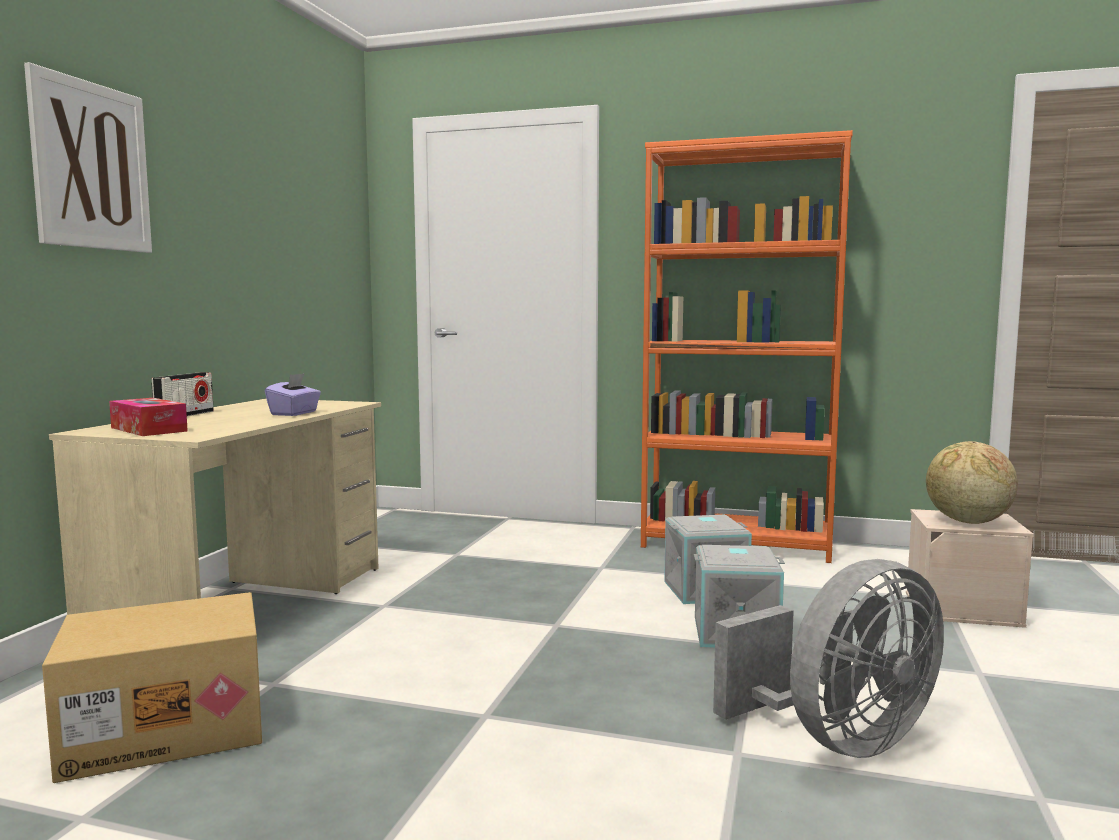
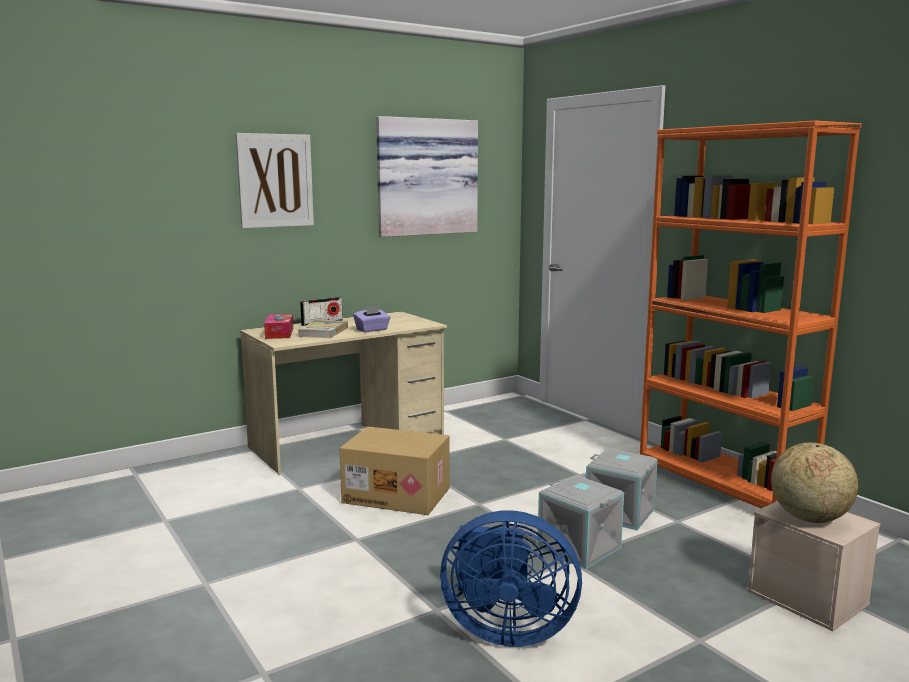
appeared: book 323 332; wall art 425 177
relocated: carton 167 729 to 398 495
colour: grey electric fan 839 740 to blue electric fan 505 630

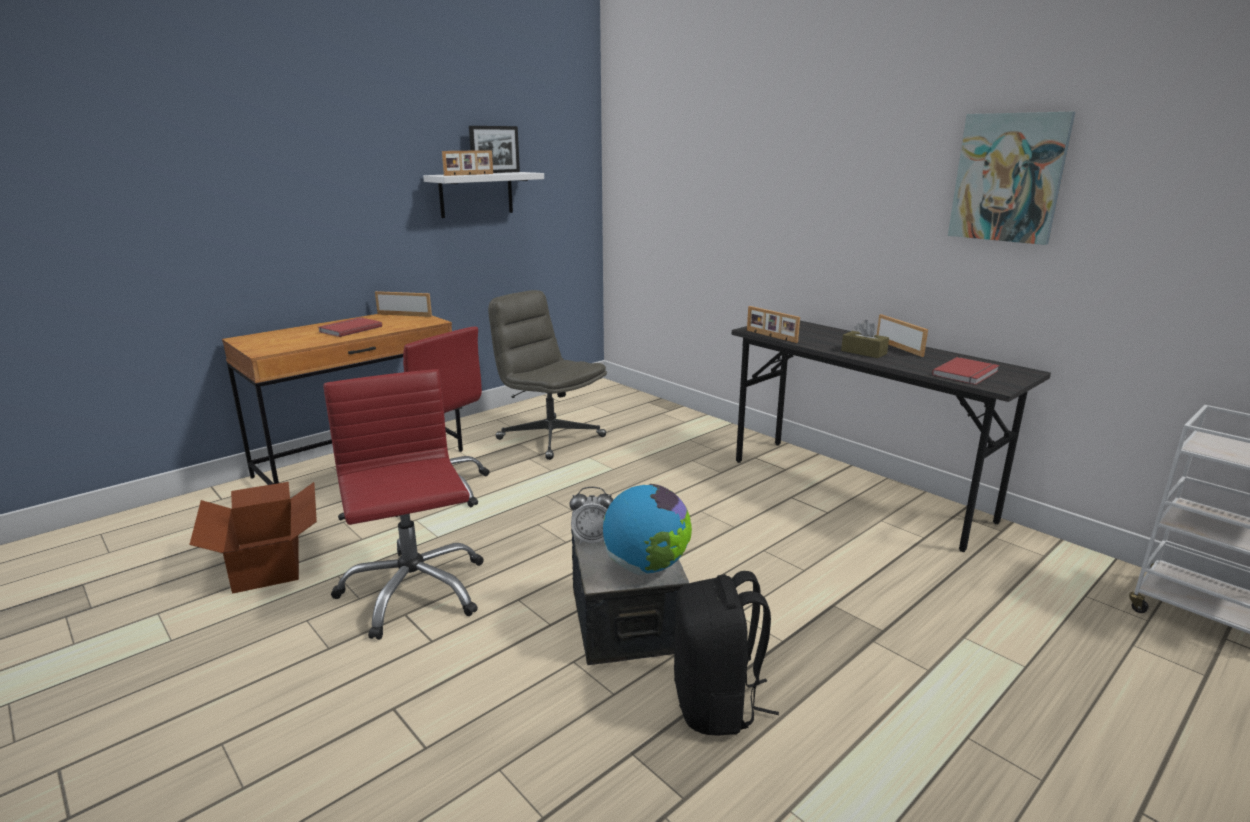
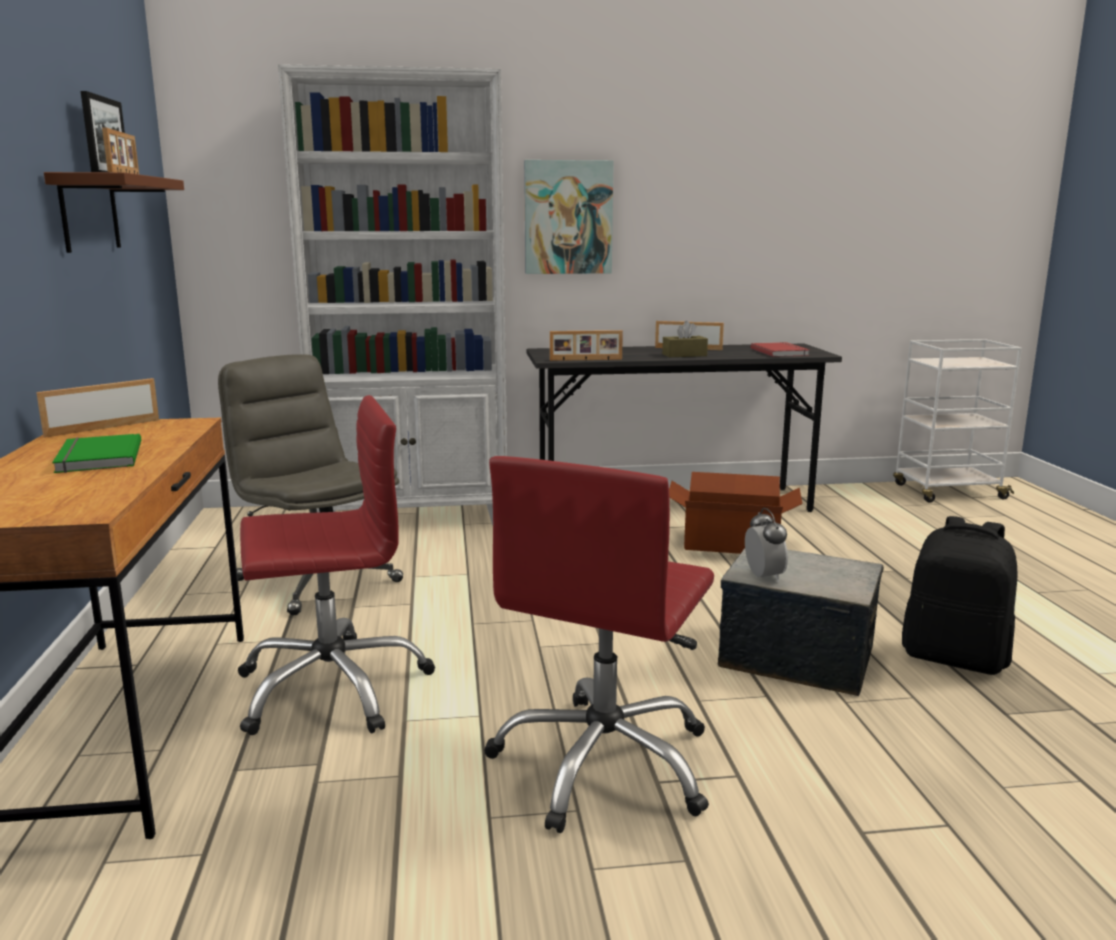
missing: world globe 646 567
appeared: whitish shelving unit 415 515
relocated: carton 268 561 to 730 542; wall art 1008 178 to 568 217
colour: reddish book 349 329 to green-coloured book 96 458; whitish bracket shelf 476 194 to brown-coloured bracket shelf 89 213
spun: reddish computer chair 413 591 = 604 763 75 degrees counterclockwise; grey computer chair 550 437 = 316 580 60 degrees clockwise; alarm clock 592 540 = 763 577 45 degrees counterclockwise

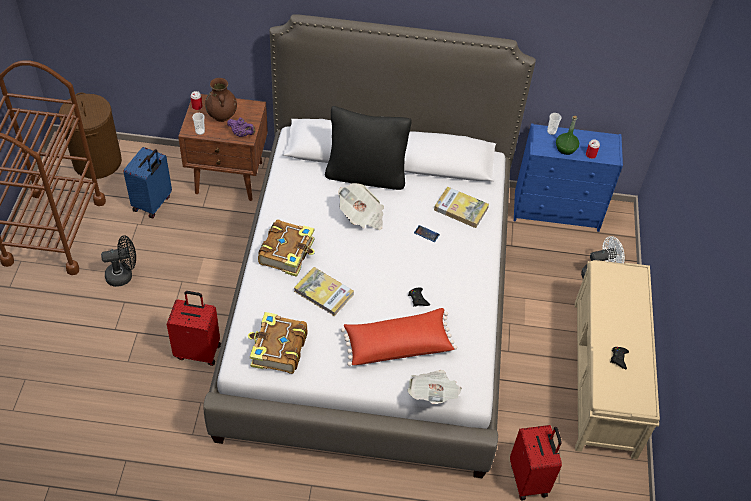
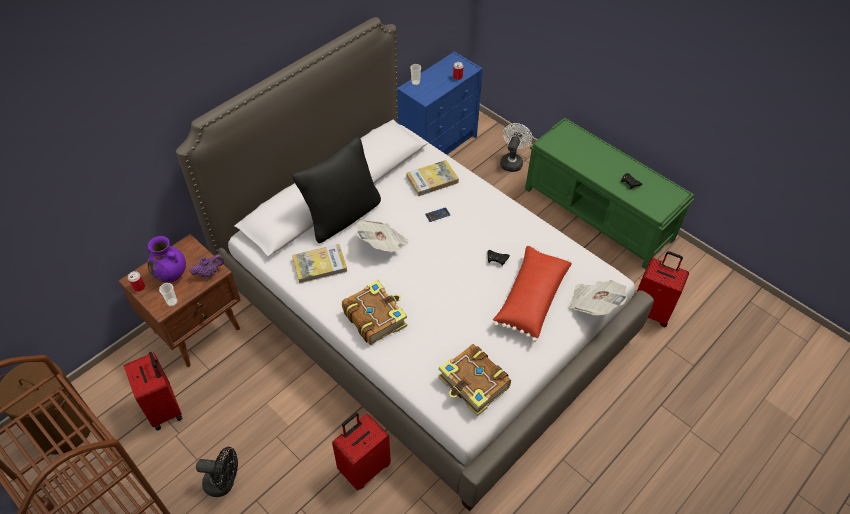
missing: green-coloured bottle 565 148
relocated: book 323 293 to 320 265
colour: blue piece of luggage 153 203 to reddish piece of luggage 165 408; brown-coloured flower vase 222 116 to purple flower vase 171 274; beige-coloured bench 604 378 to green-coloured bench 598 214
spun: black electric fan 123 275 = 224 483 75 degrees clockwise

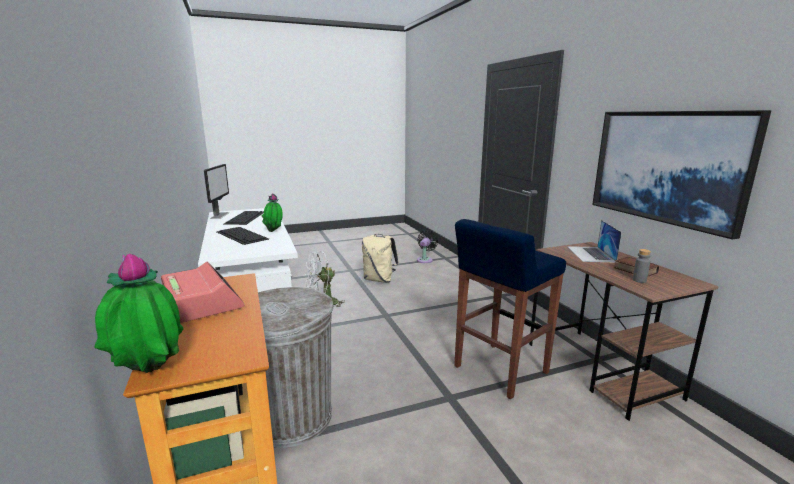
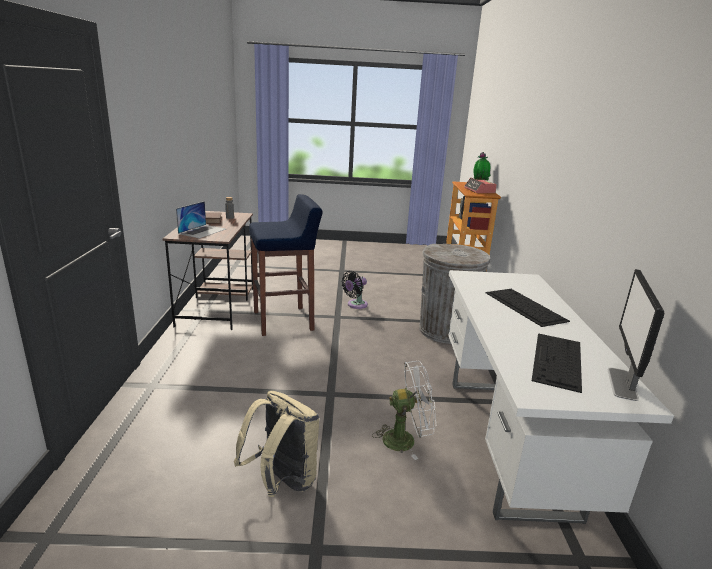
missing: houseplant 274 231; wall art 667 166
relocated: black electric fan 425 259 to 355 305

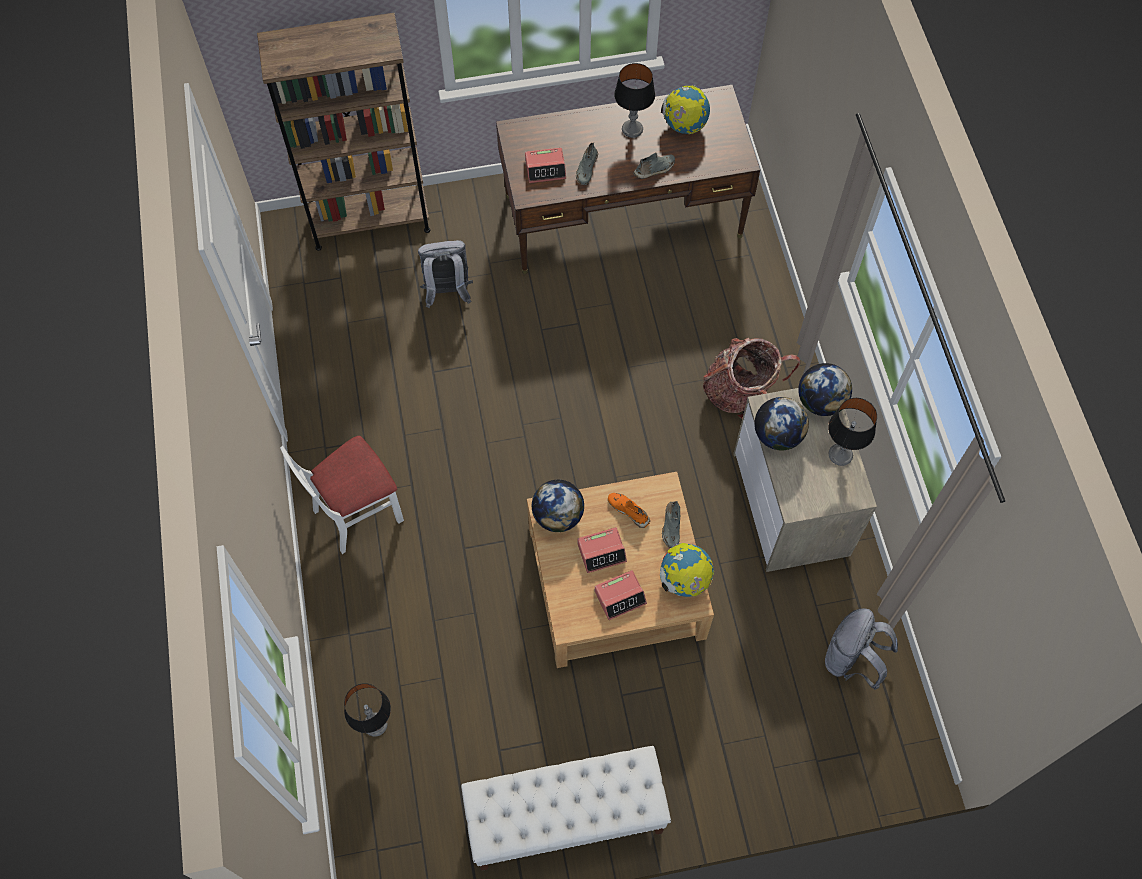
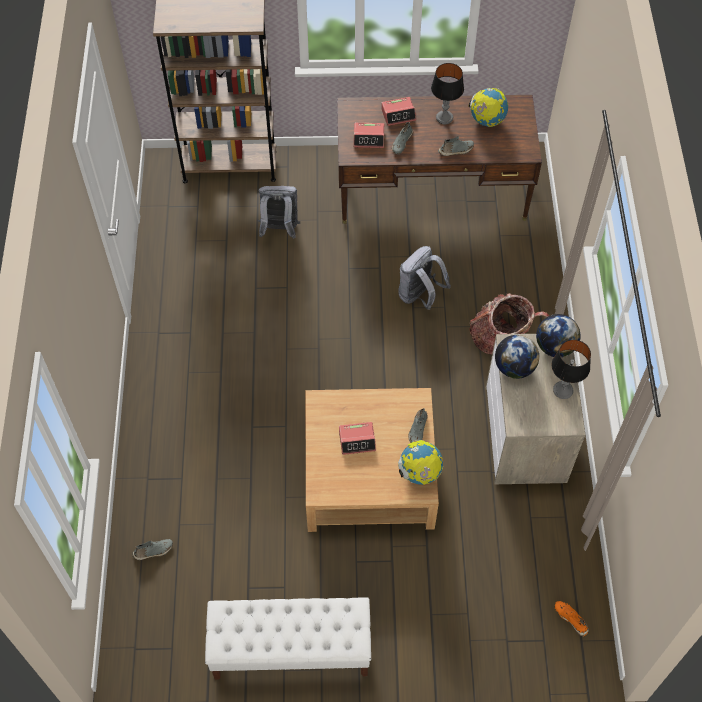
missing: whitish upright chair 357 513; world globe 558 516
relocated: alarm clock 620 597 to 398 114; orange item of footwear 629 510 to 571 618; grey rucksack 851 660 to 419 296
exchanged: tabletop lamp 375 724 to grey item of footwear 153 551

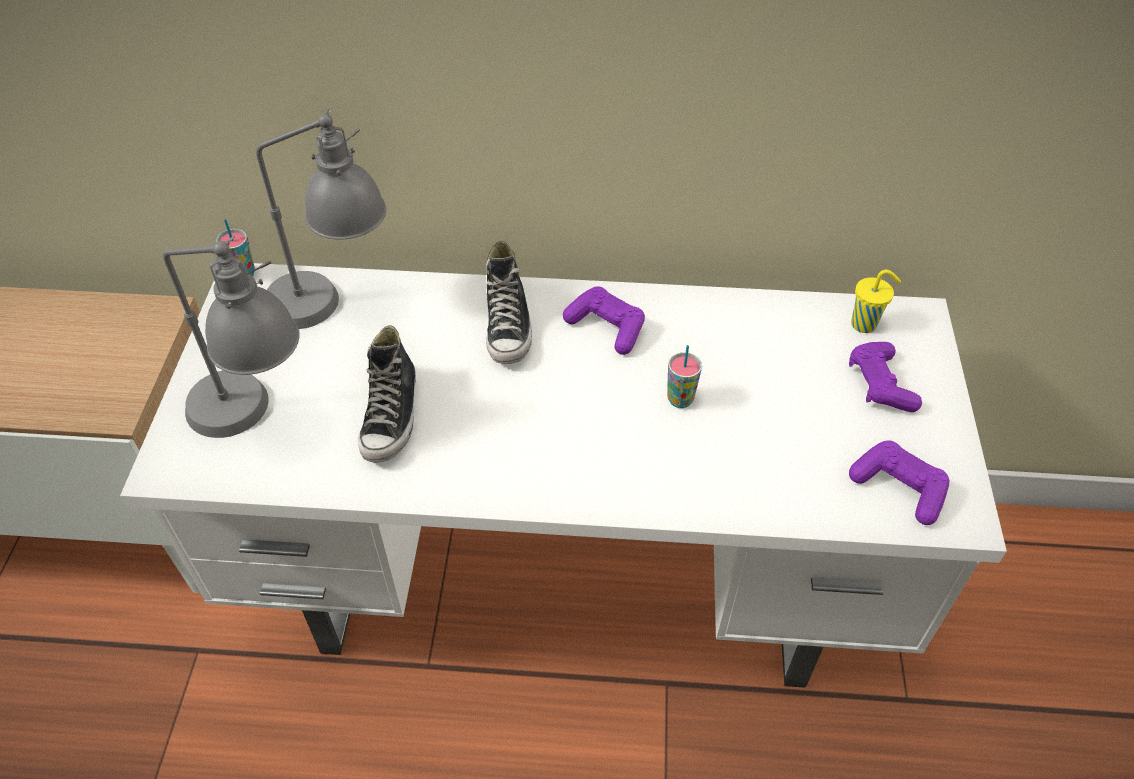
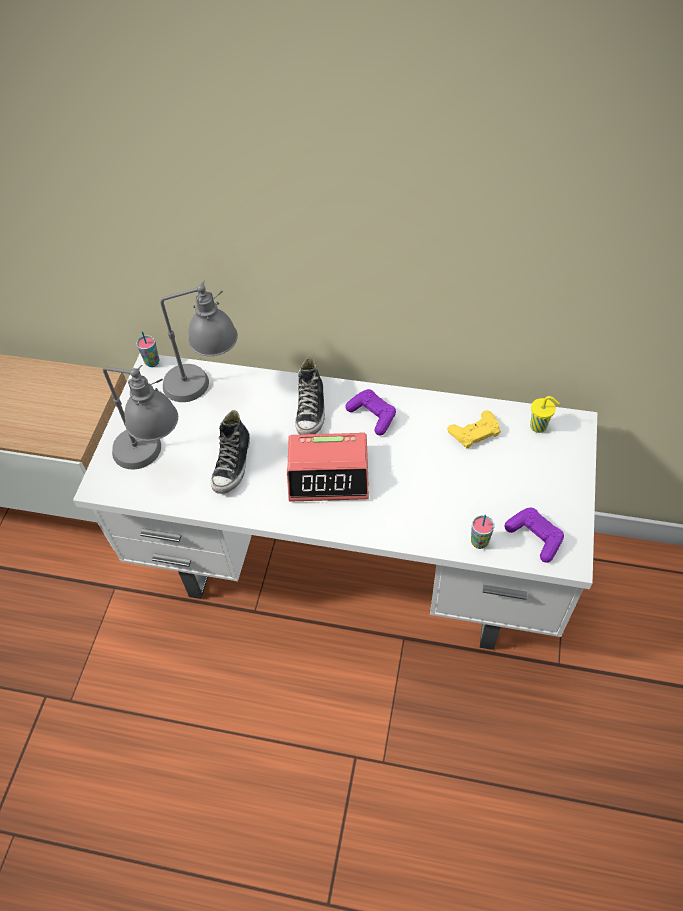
missing: purple game controller 880 384
appeared: alarm clock 329 474; yellowish game controller 474 432
relocated: drinking cup 680 399 to 479 542

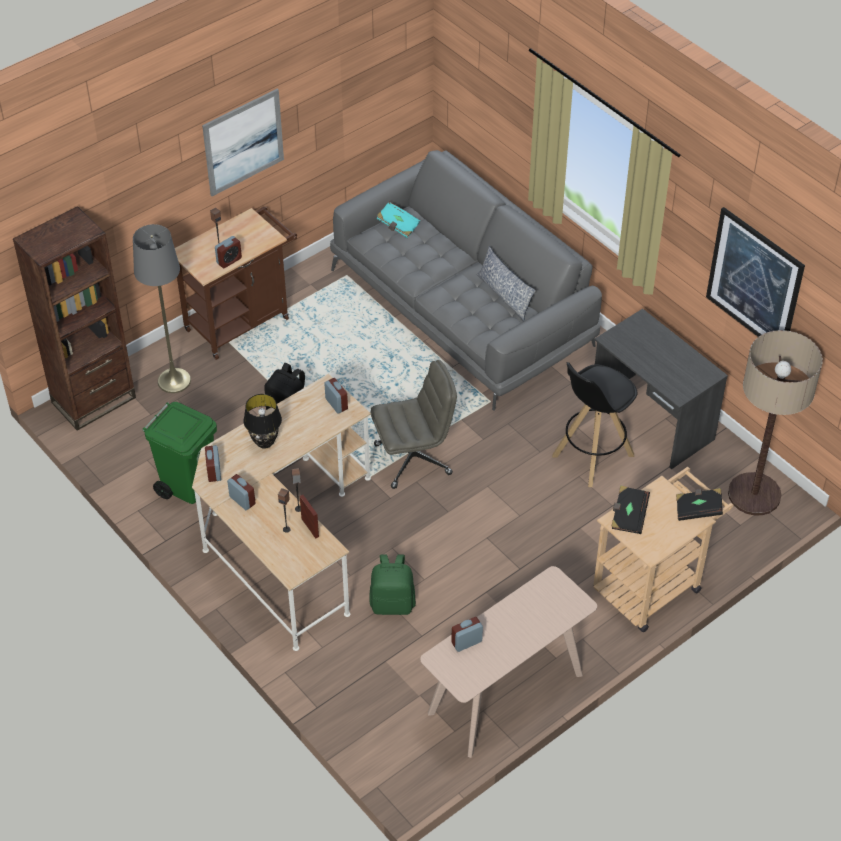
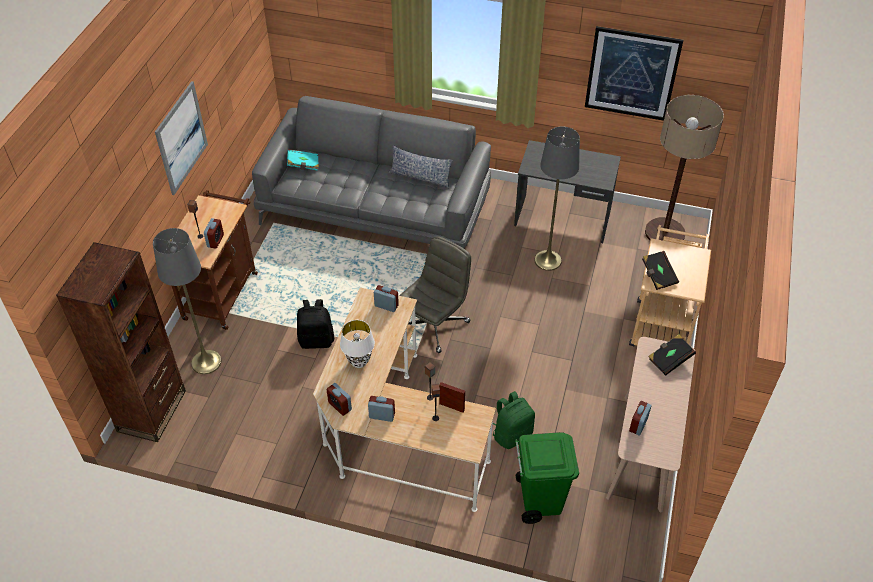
relocated: green-coloured trash can 188 485 to 539 499; black book 698 510 to 669 359
exchanged: black stool seat 592 456 to grey standing lamp 547 260
colour: black tabletop lamp 264 442 to whitish tabletop lamp 358 362

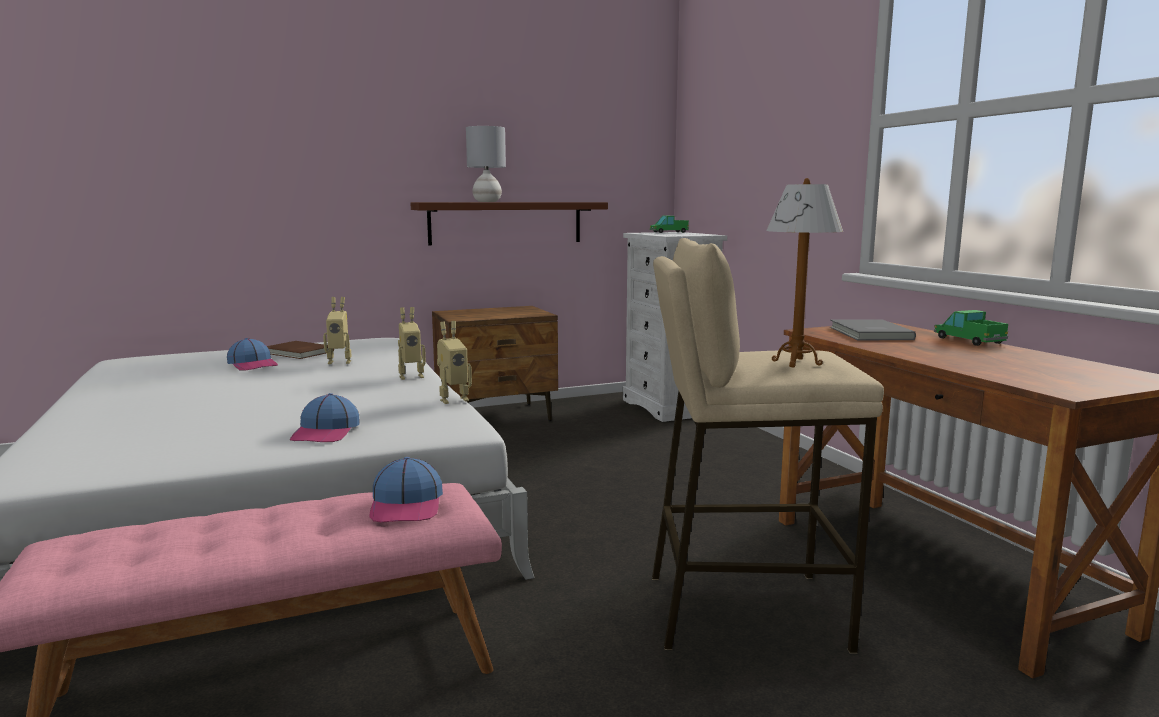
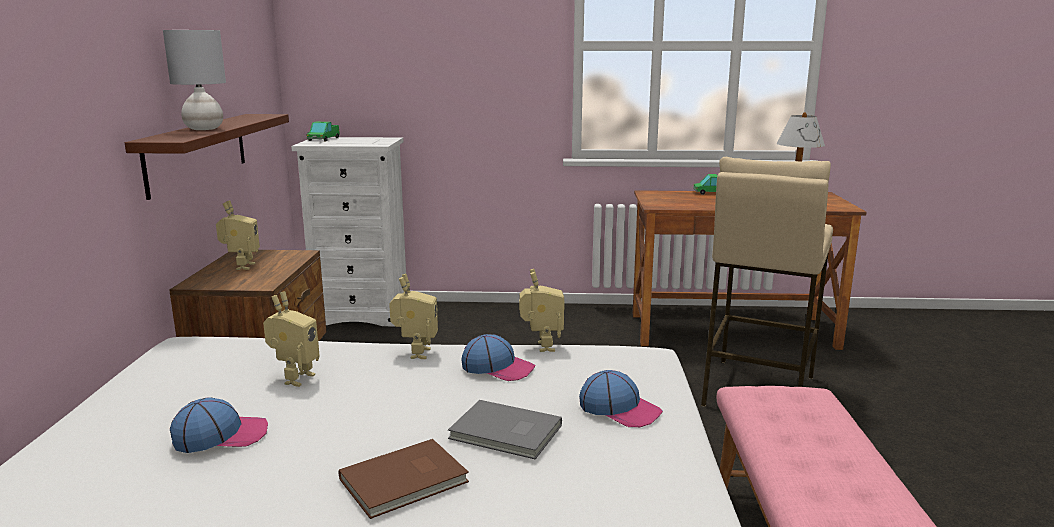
appeared: robot figure 241 266
relocated: brown-coloured book 297 352 to 406 481; peaked cap 407 505 to 498 368; grey book 868 333 to 506 433

